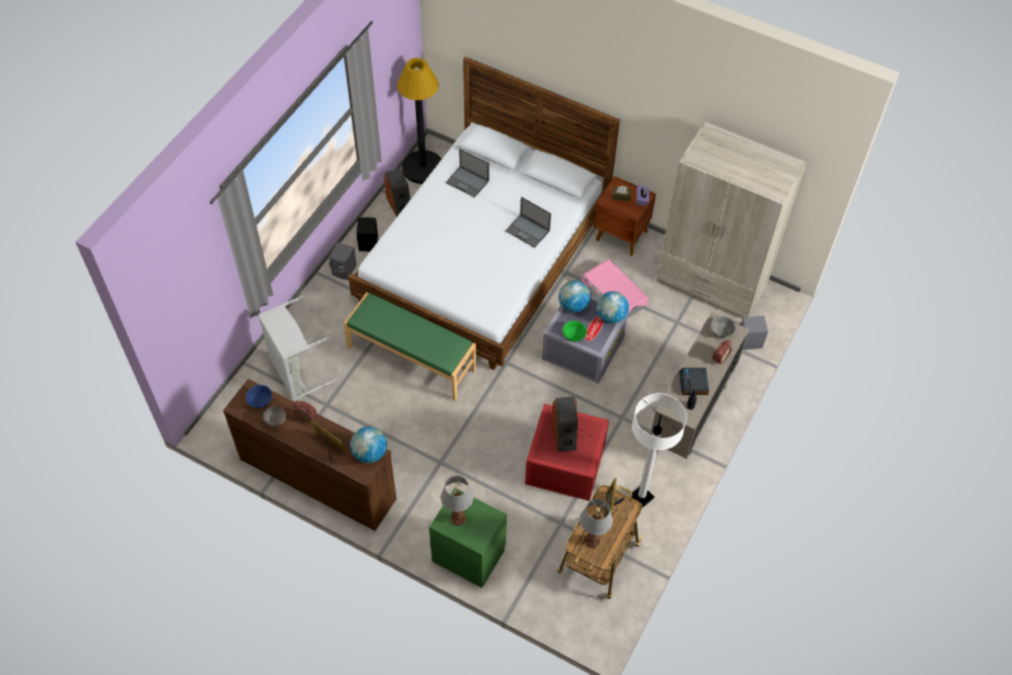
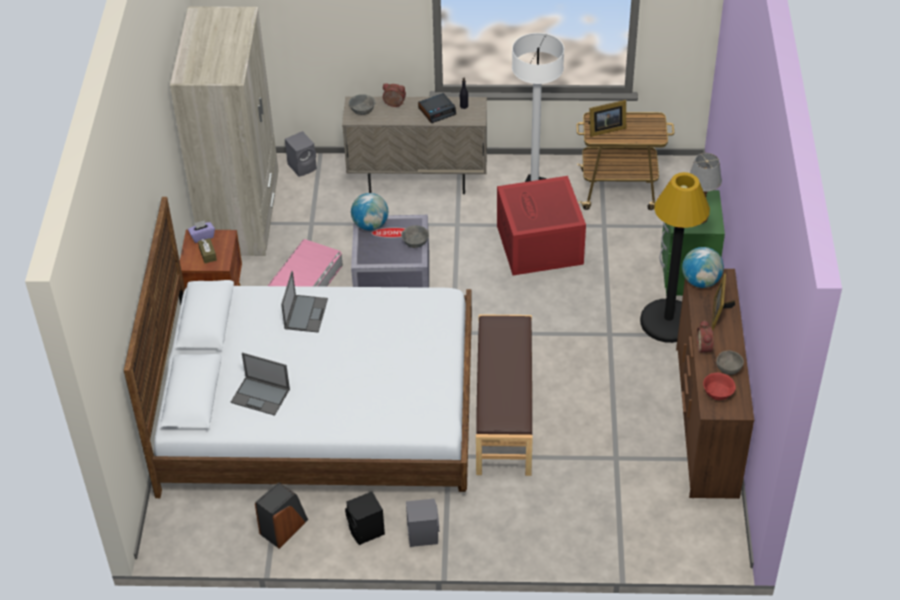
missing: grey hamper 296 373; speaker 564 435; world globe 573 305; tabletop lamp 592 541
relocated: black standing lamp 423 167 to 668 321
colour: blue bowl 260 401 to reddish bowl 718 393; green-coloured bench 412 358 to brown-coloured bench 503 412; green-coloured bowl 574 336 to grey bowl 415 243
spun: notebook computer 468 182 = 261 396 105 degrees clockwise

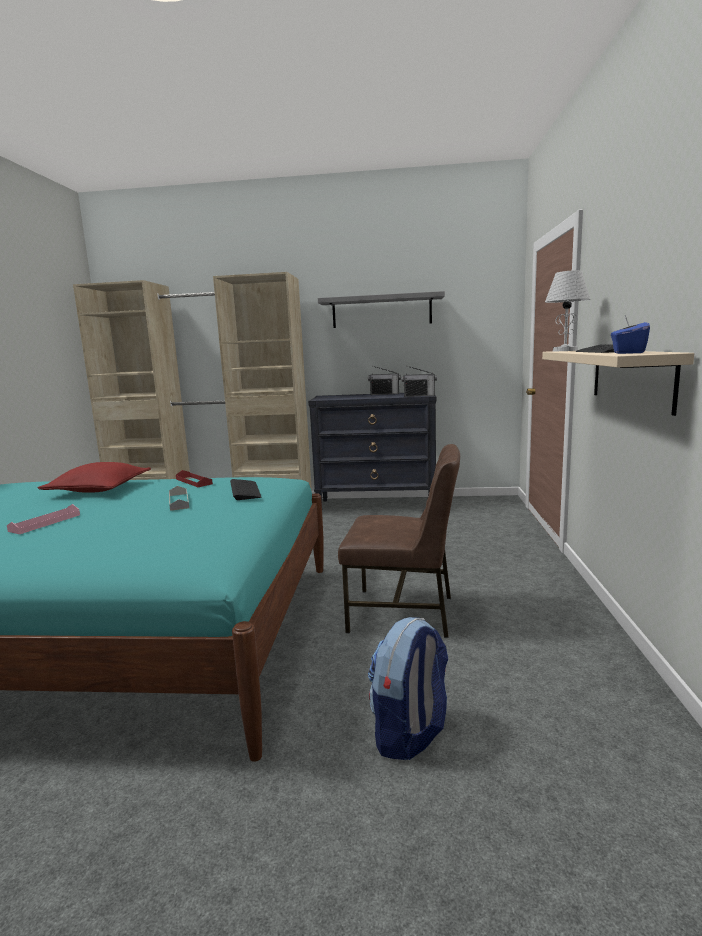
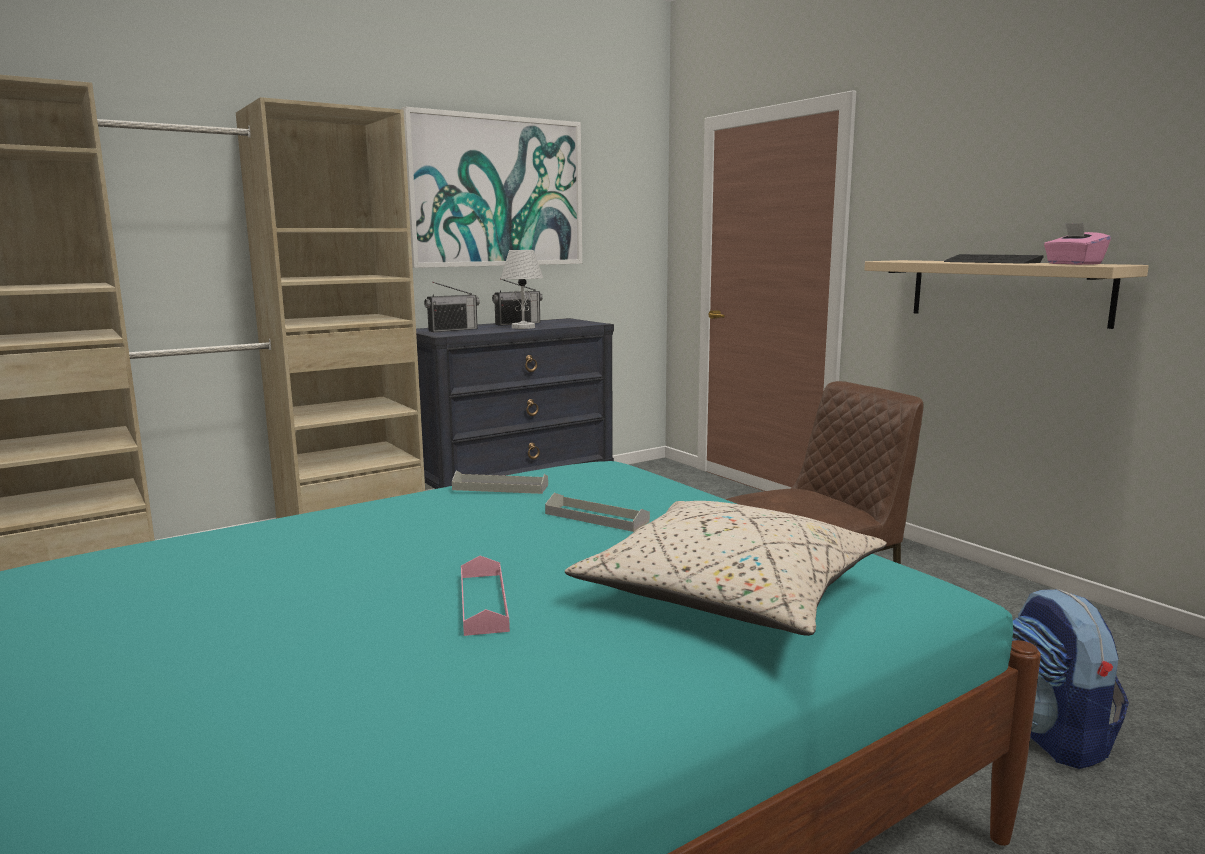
missing: reddish throw pillow 99 489; PC keyboard 245 490
appeared: beige-coloured throw pillow 730 595
relocated: radio receiver 419 396 to 453 330; whitish tabletop lamp 565 350 to 523 327
exchanged: grey bracket shelf 381 311 to wall art 496 192
colour: reddish tray 194 481 to grey tray 500 487; blue tissue holder 627 353 to pink-coloured tissue holder 1073 264

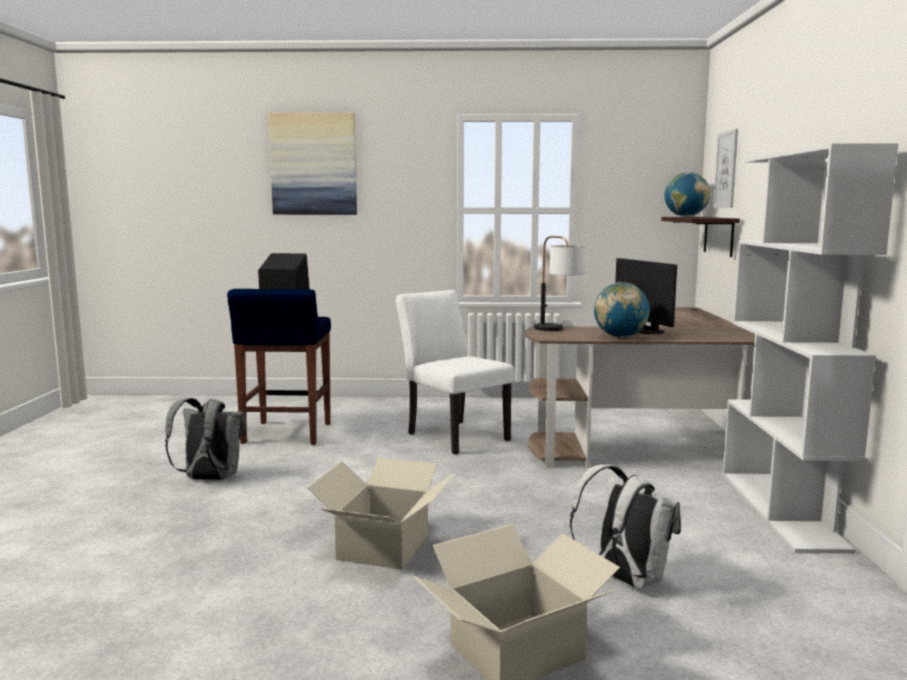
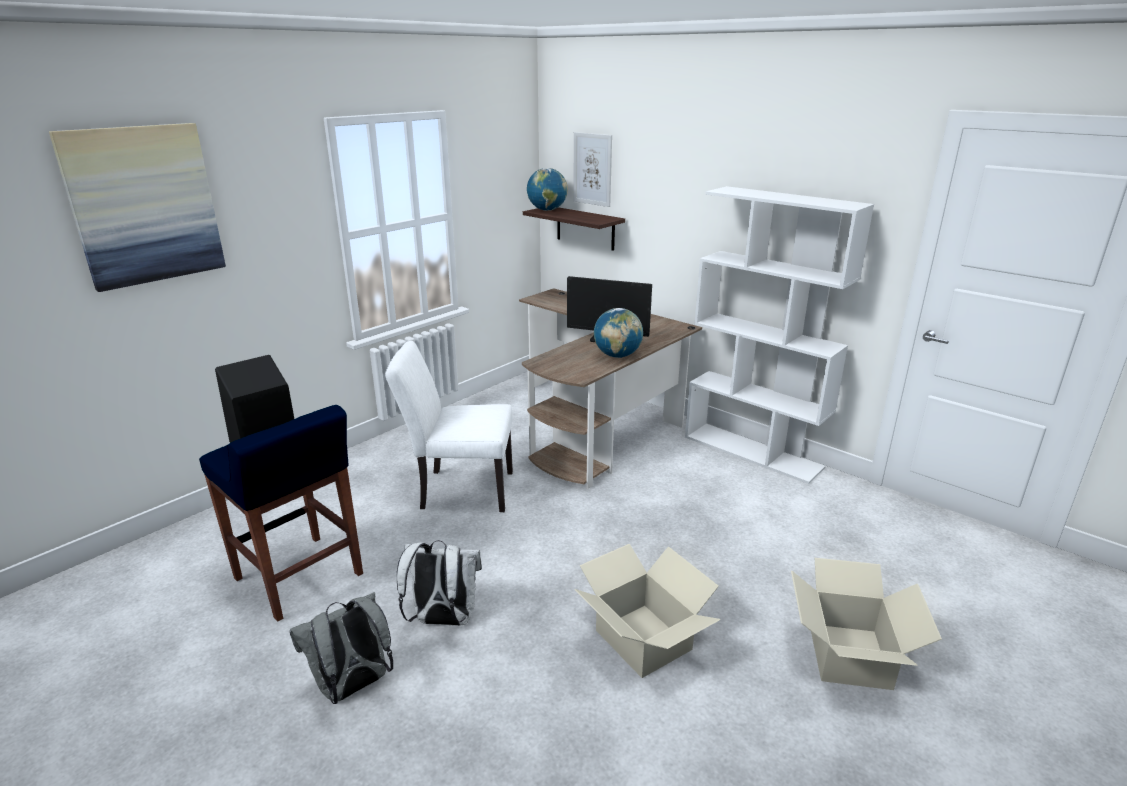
missing: tabletop lamp 558 330
relocated: whitish rucksack 624 579 to 442 620

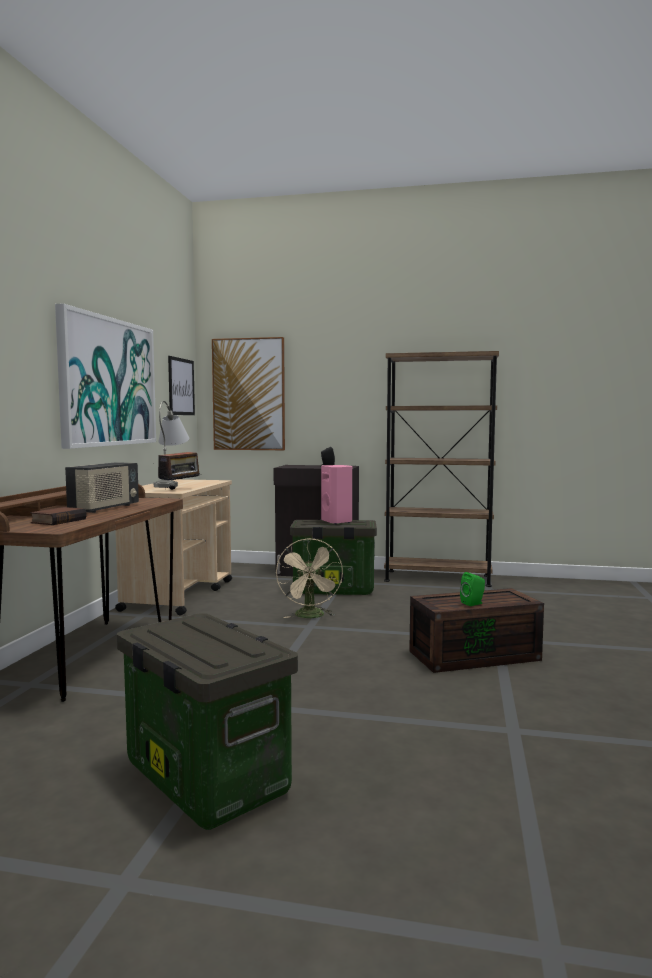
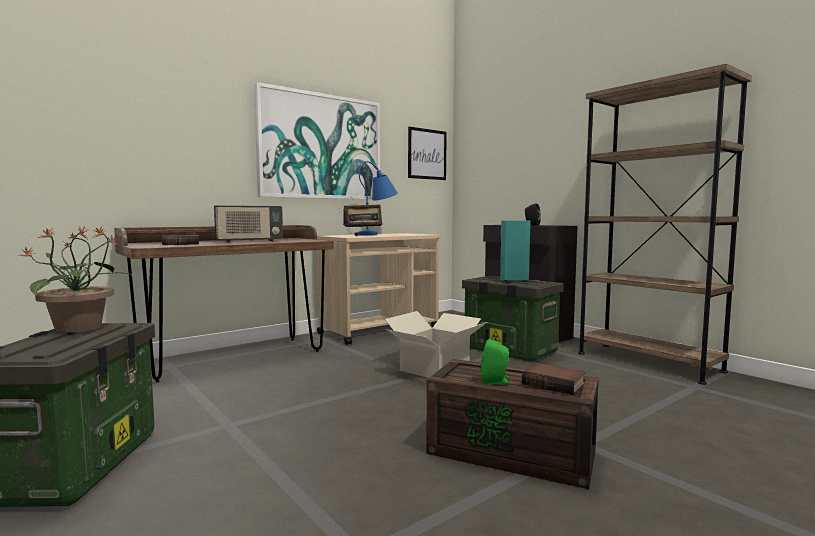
missing: wall art 249 394
appeared: houseplant 80 328; book 554 384
exchanged: beige-coloured electric fan 311 617 to carton 435 368
colour: grey tabletop lamp 171 484 to blue tabletop lamp 378 234; pink-coloured speaker 337 521 to blue-green speaker 514 280

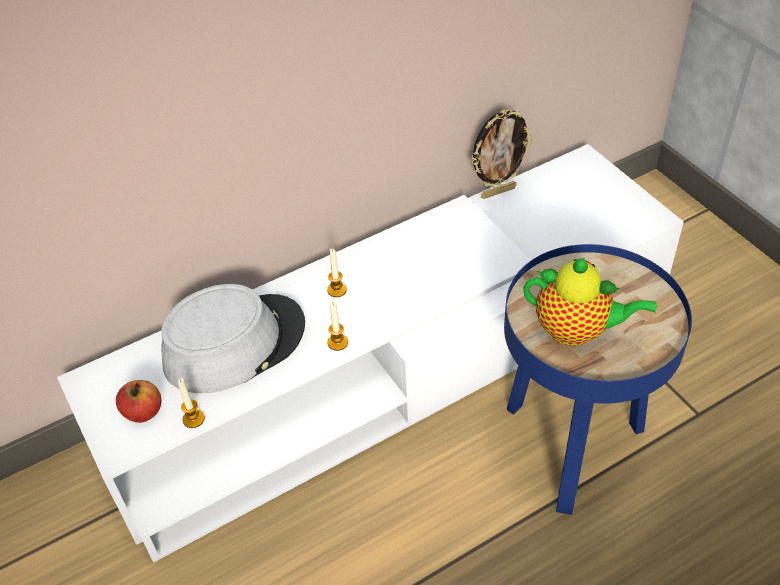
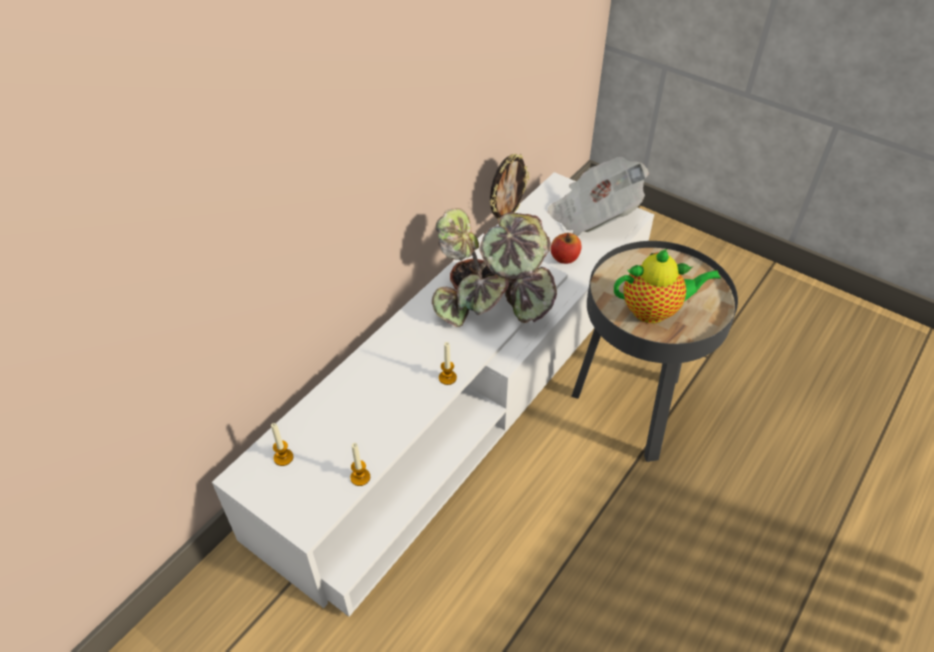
missing: grey clothing hat 234 343
appeared: houseplant 493 301; printed paper 593 215
relocated: apple fruit 143 412 to 565 258; wax light 337 290 to 283 457
colour: blue end table 570 447 to black end table 632 410

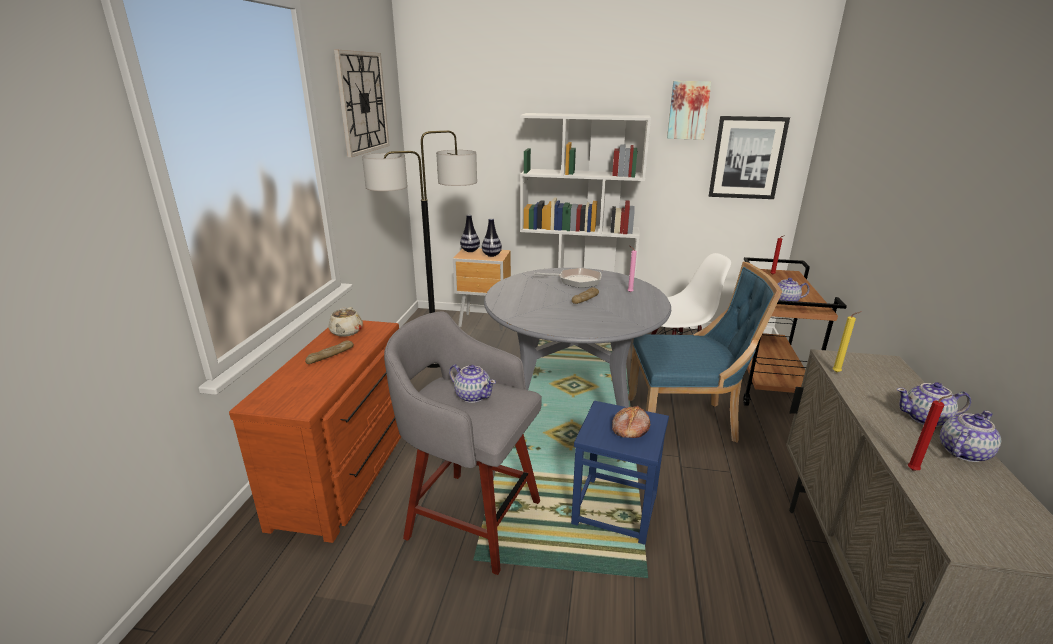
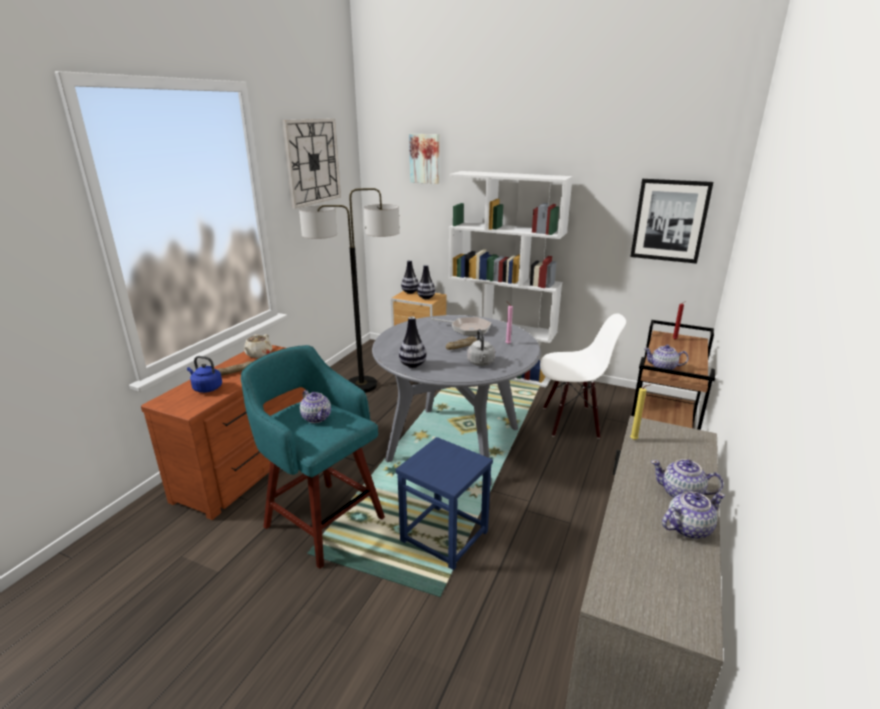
missing: baked bread 629 428; blue upright chair 685 422; reddish wax light 914 470
appeared: blue water kettle 206 388; flower vase 412 365; grey water kettle 481 363
relocated: wall art 688 110 to 425 158
colour: grey stool seat 470 517 to blue-green stool seat 322 520

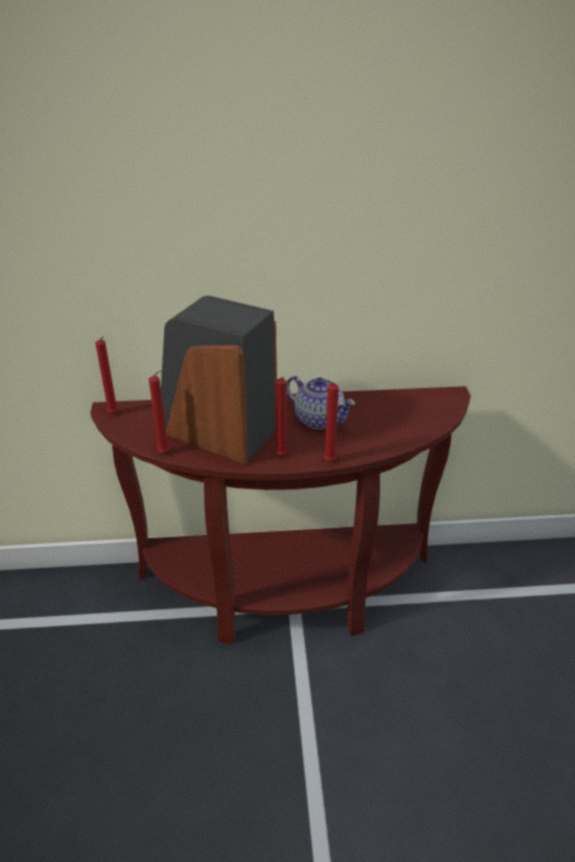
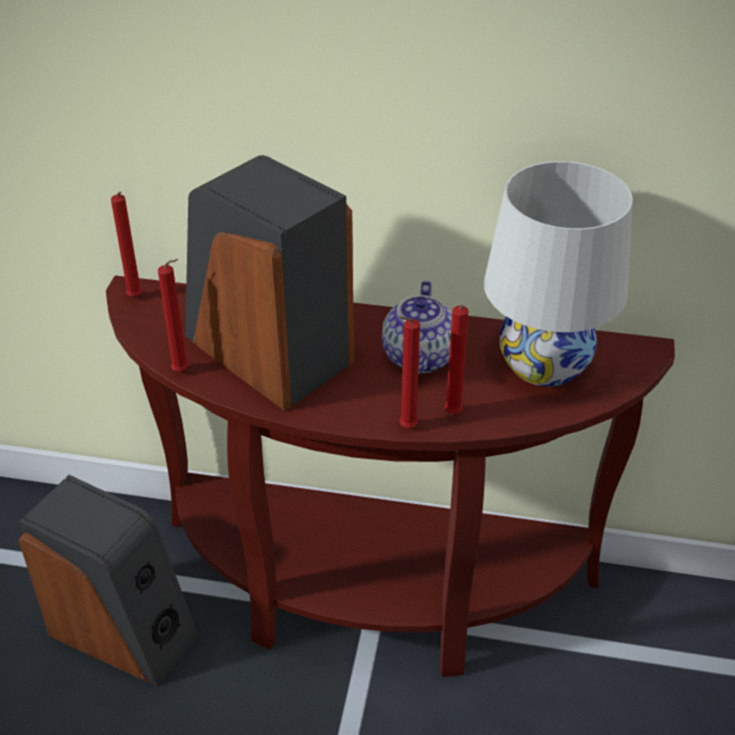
appeared: speaker 124 631; whitish tabletop lamp 543 364
relocated: reddish wax light 281 456 to 452 415
spun: teapot 318 419 = 420 356 45 degrees clockwise

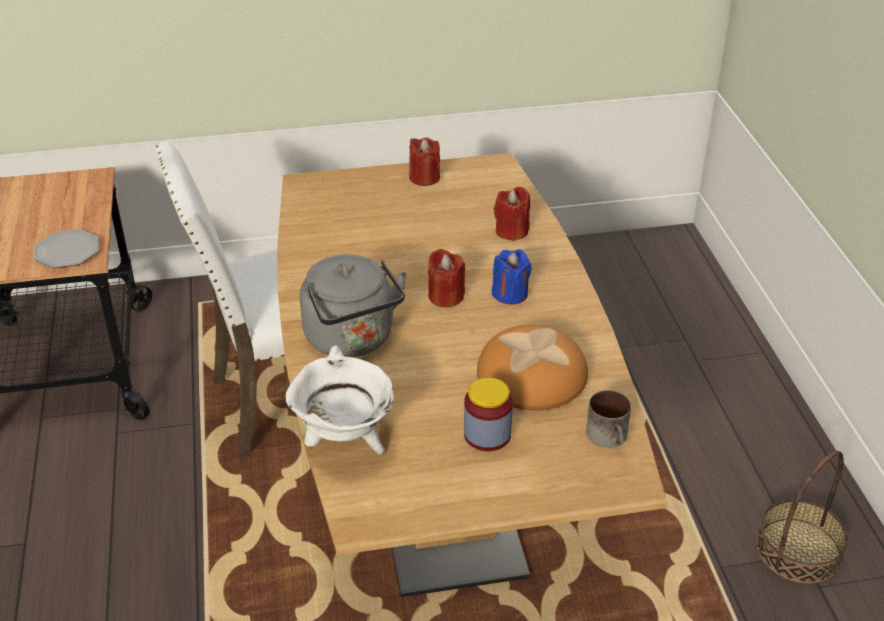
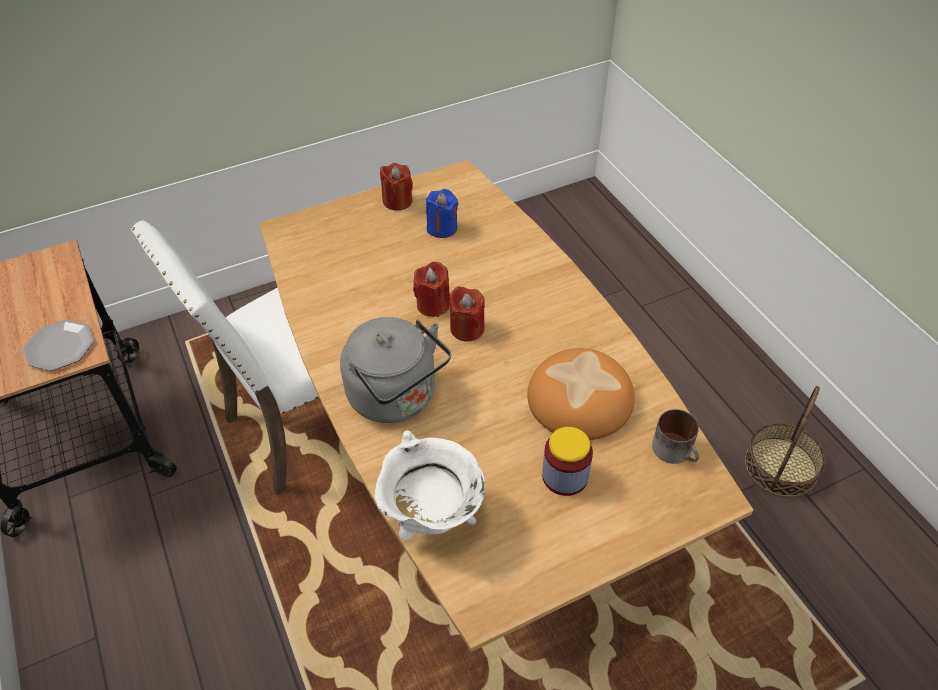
relocated: blue wax light 510 294 to 442 228; reddish wax light 511 231 to 433 305

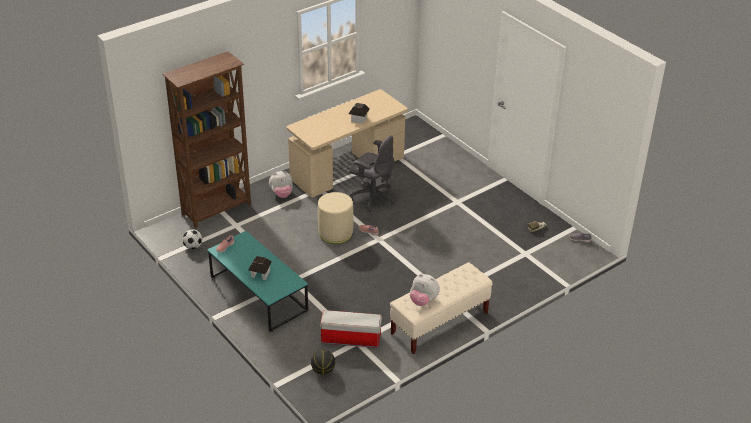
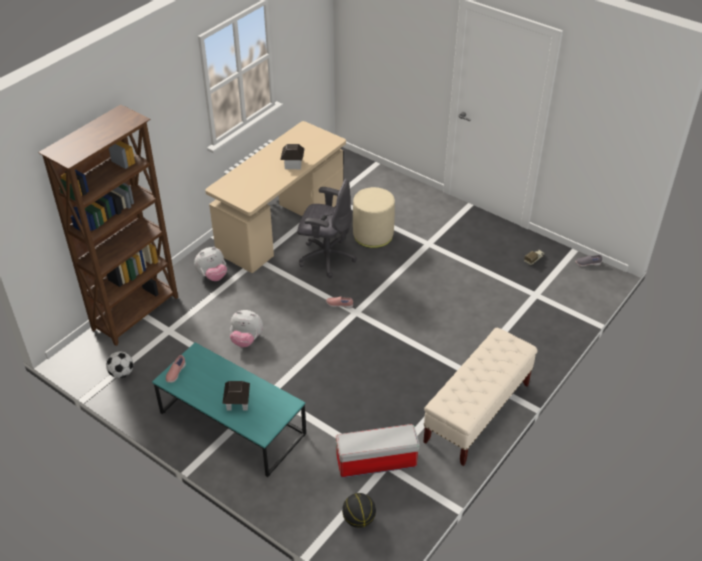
relocated: beige-coloured footrest 335 233 to 373 235; plush toy 423 301 to 246 340

